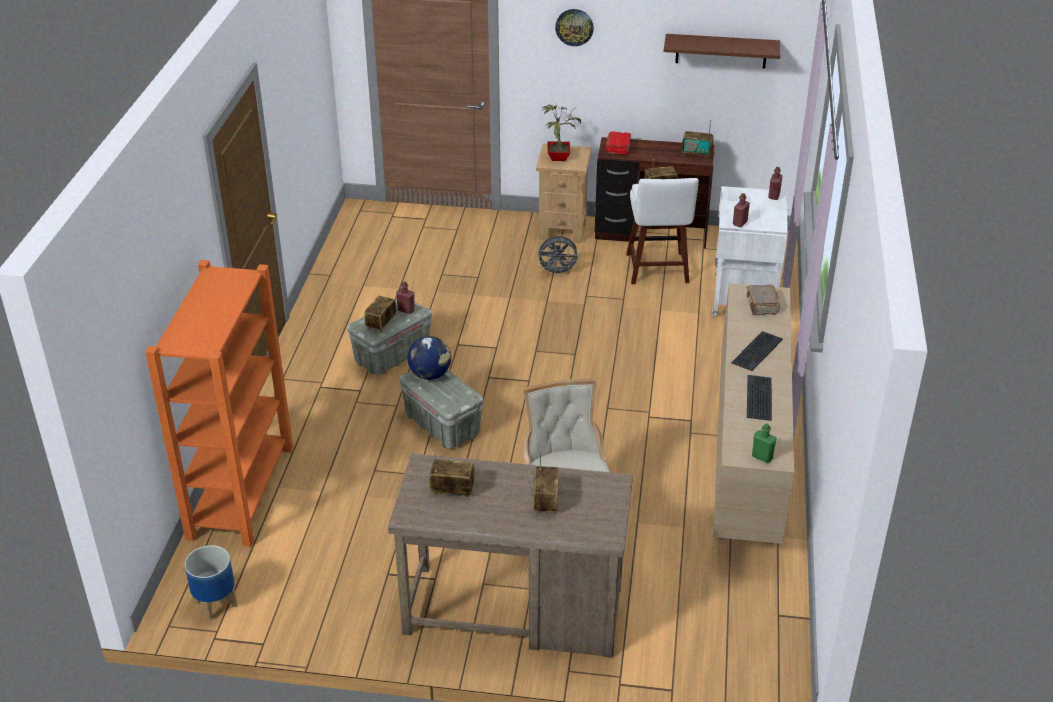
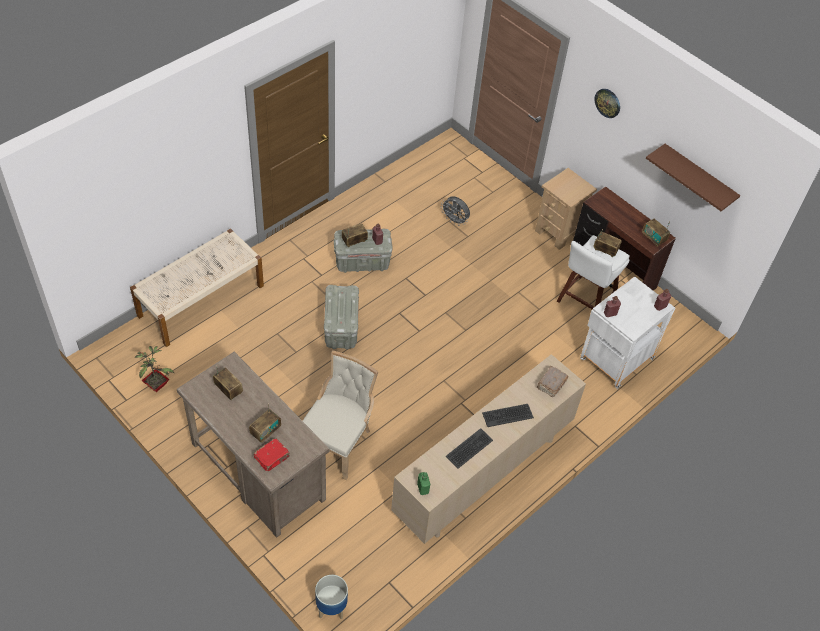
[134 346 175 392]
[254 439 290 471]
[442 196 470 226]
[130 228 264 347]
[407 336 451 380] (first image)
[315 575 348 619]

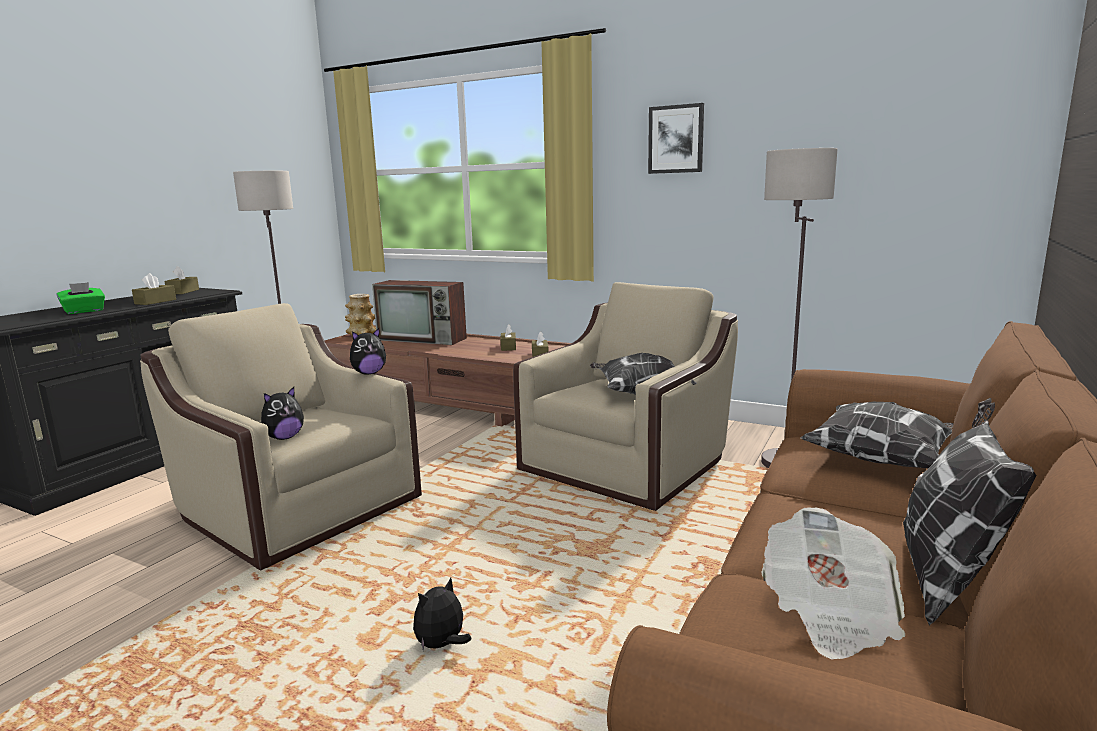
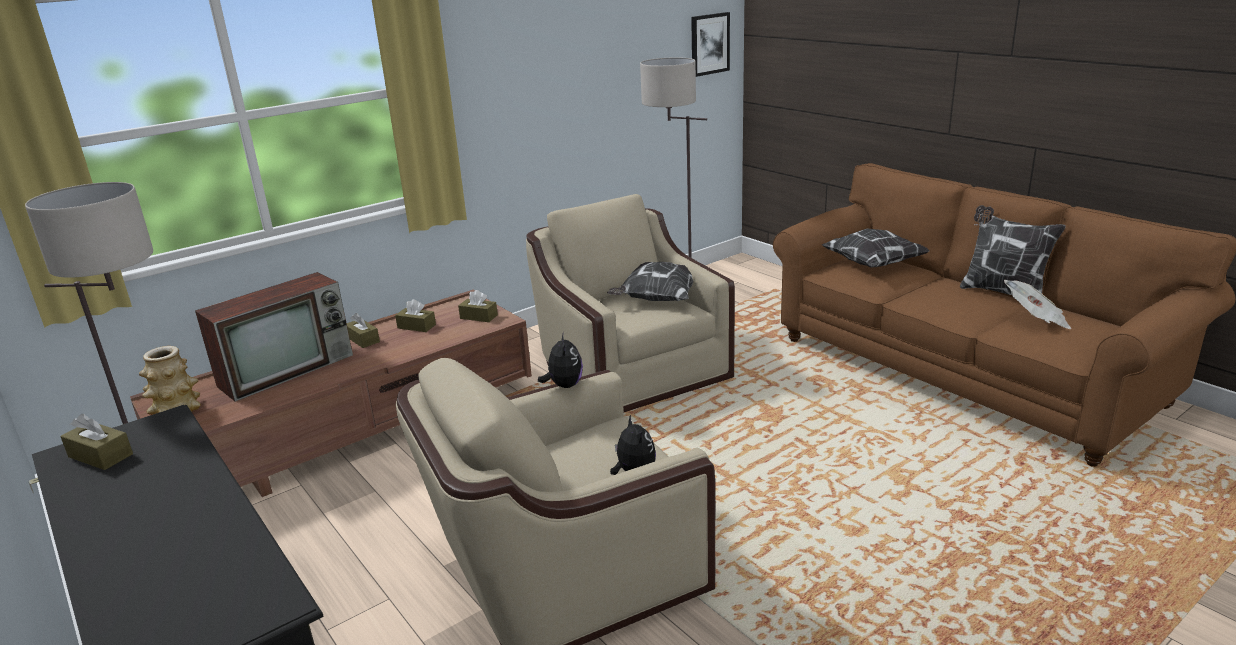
[691 12 730 77]
[347 313 380 348]
[56 282 105 314] (first image)
[413 578 471 651] (first image)

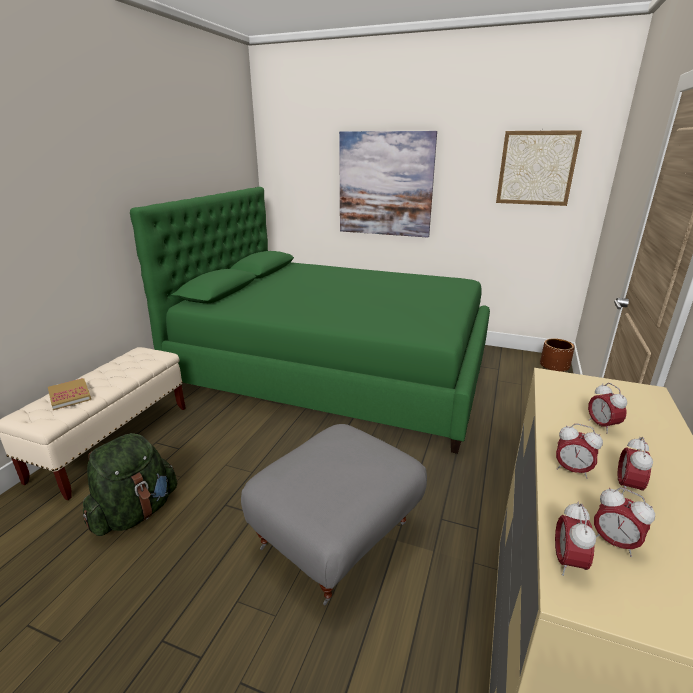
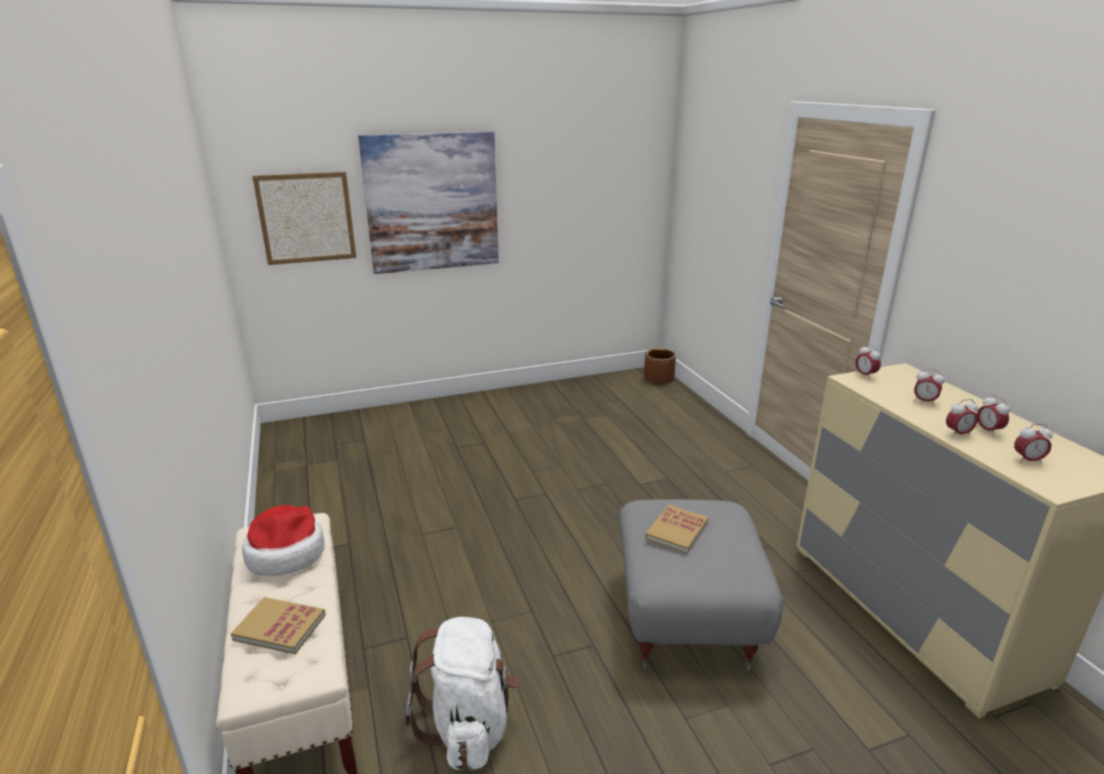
[252 171 356 265]
[130 187 490 454] (first image)
[405 617 519 771]
[855 344 881 379]
[242 505 325 576]
[645 505 708 554]

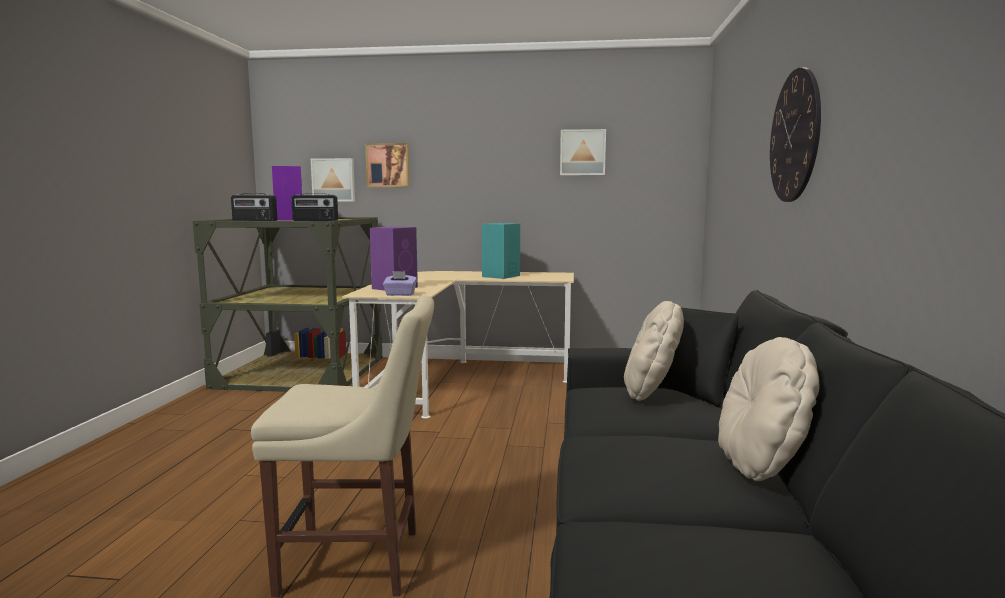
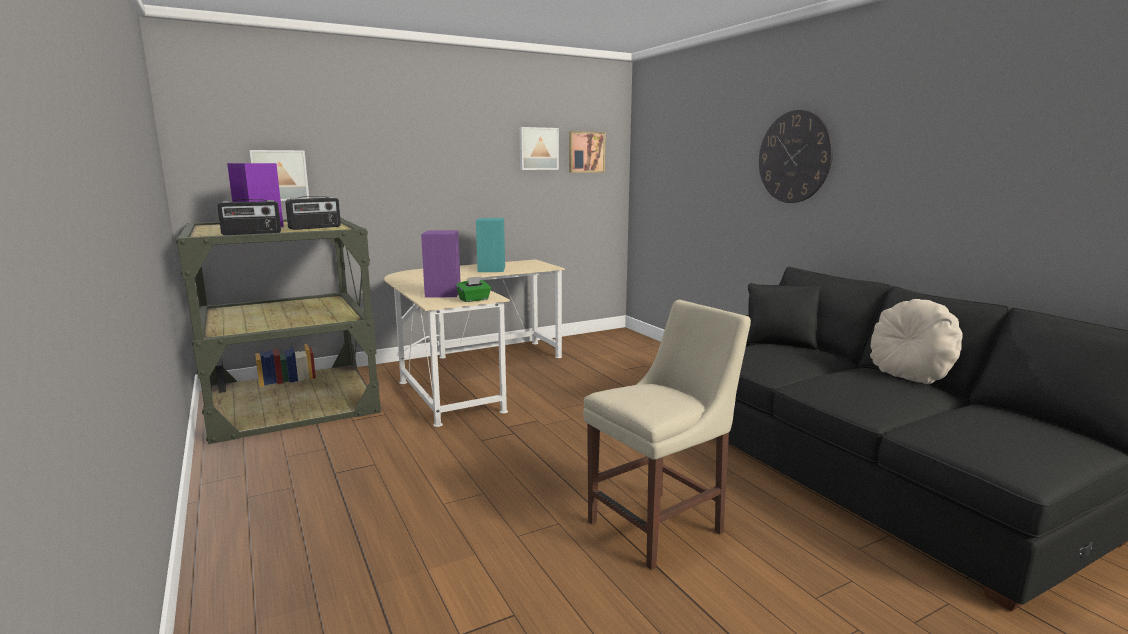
[569 131 605 173]
[456 276 491 302]
[624 301 684 401] (first image)

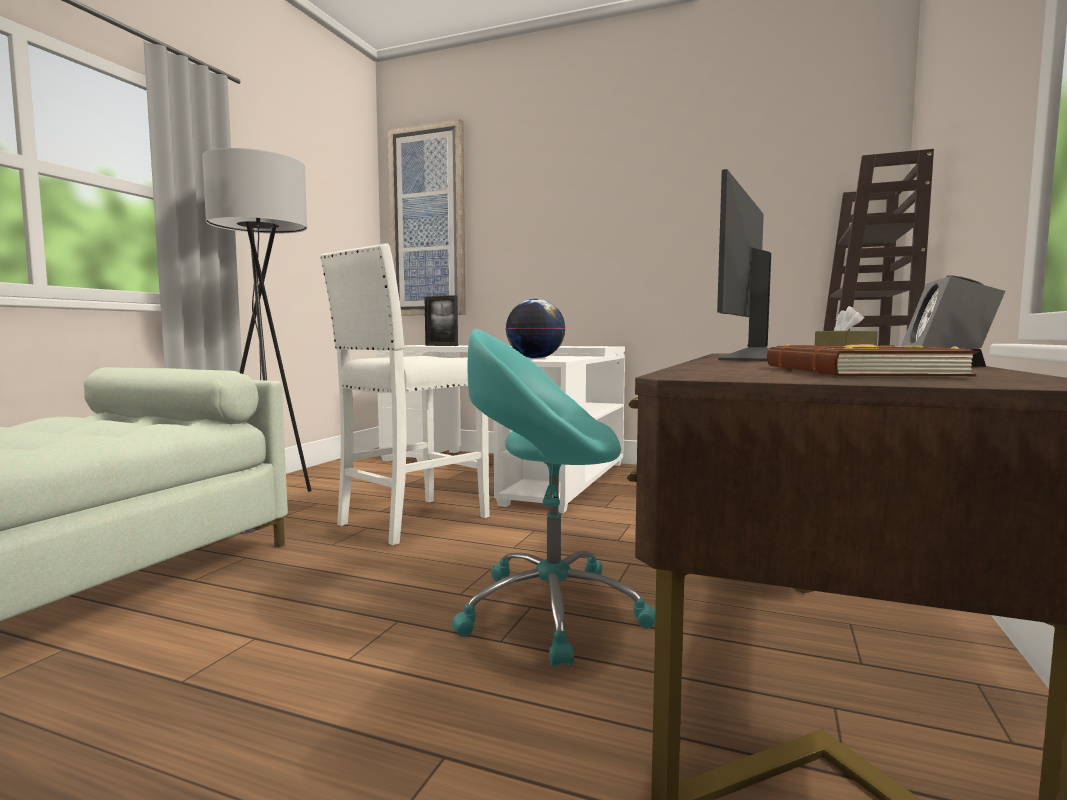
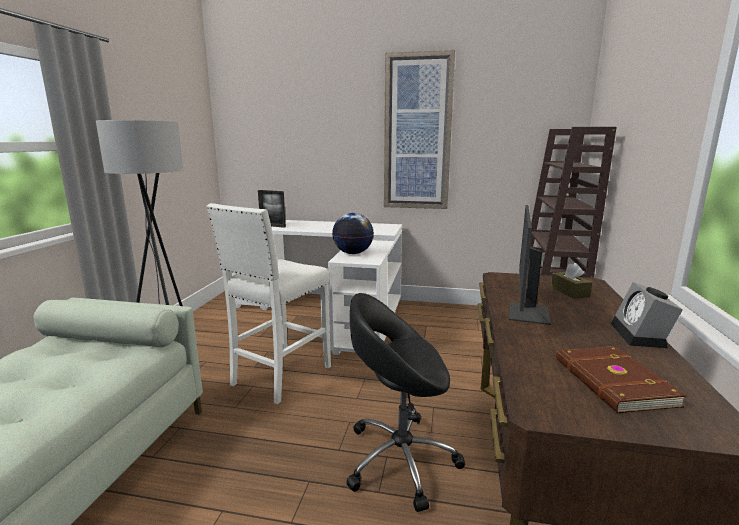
[384 50 455 209]
[347 293 465 512]

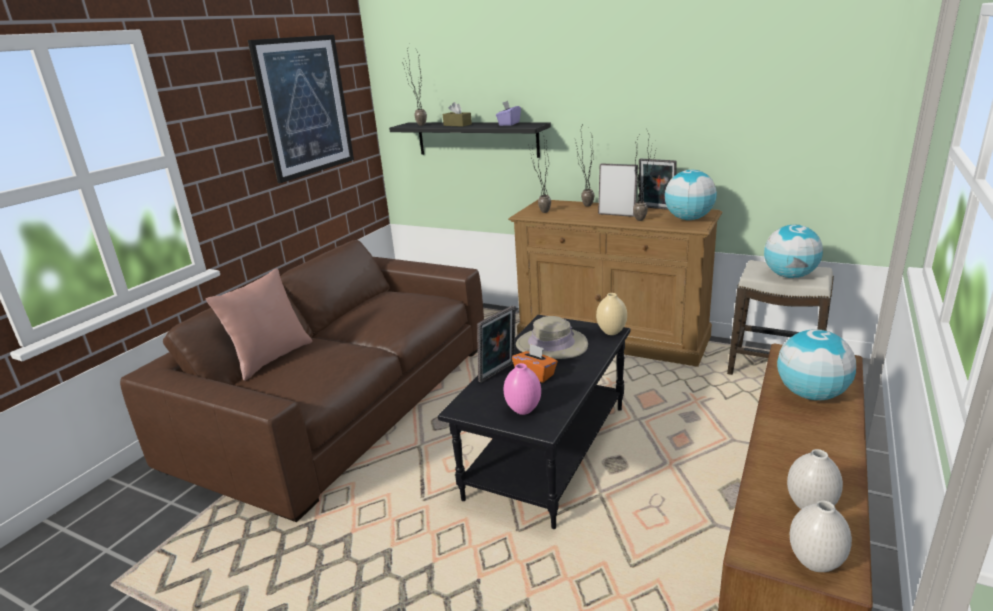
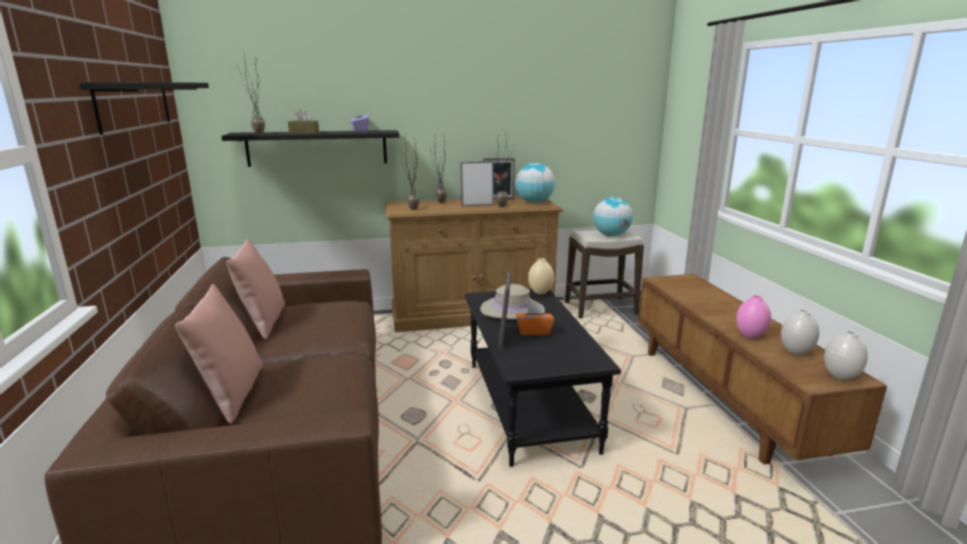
[79 82 209 135]
[777 329 856 400] (first image)
[736 295 771 339]
[226 239 285 339]

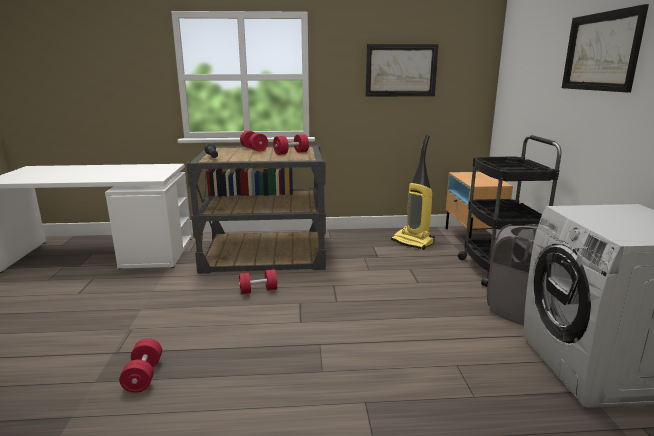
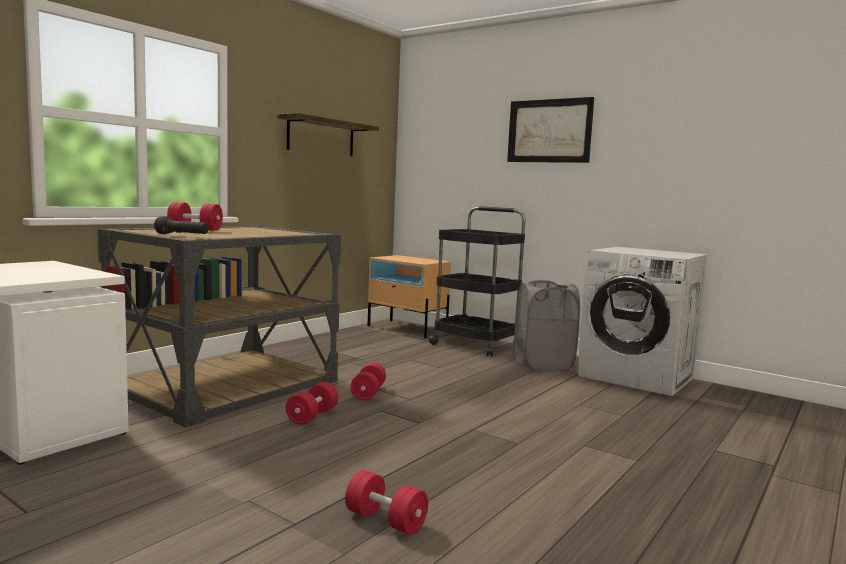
[277 113 379 156]
[350 363 386 401]
[391 135 435 250] (first image)

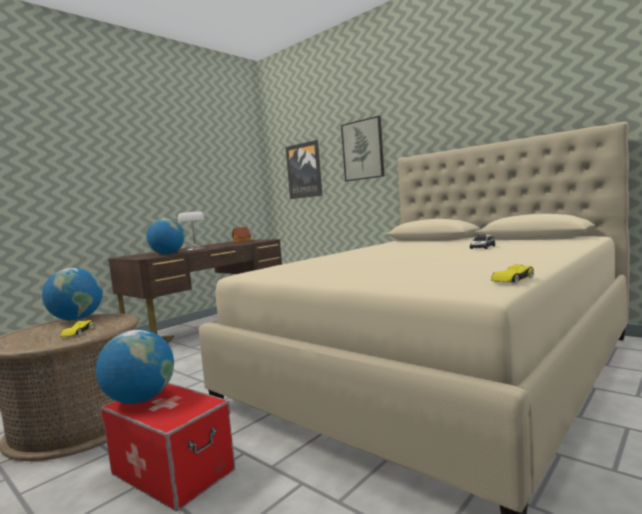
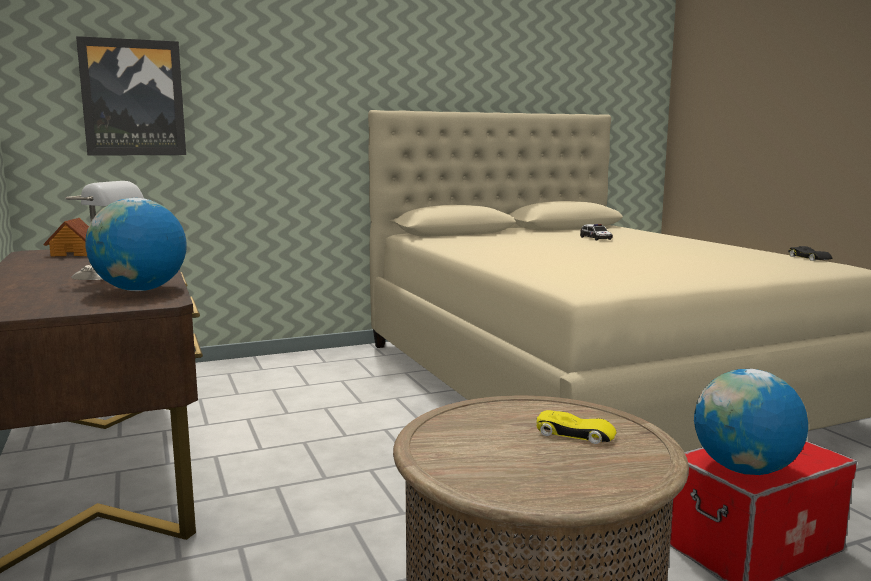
[341 116 384 181] (first image)
[788 246 832 261]
[42 268 103 320] (first image)

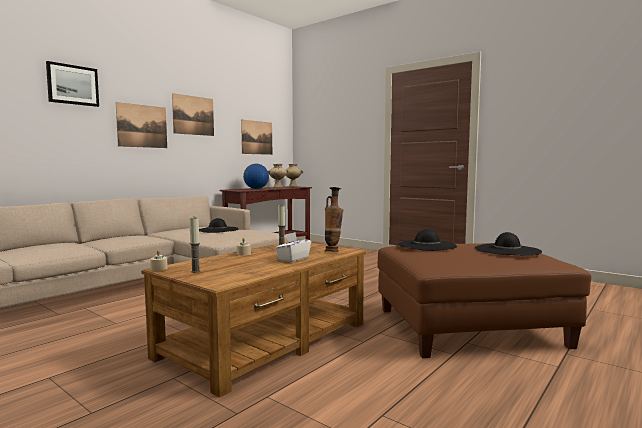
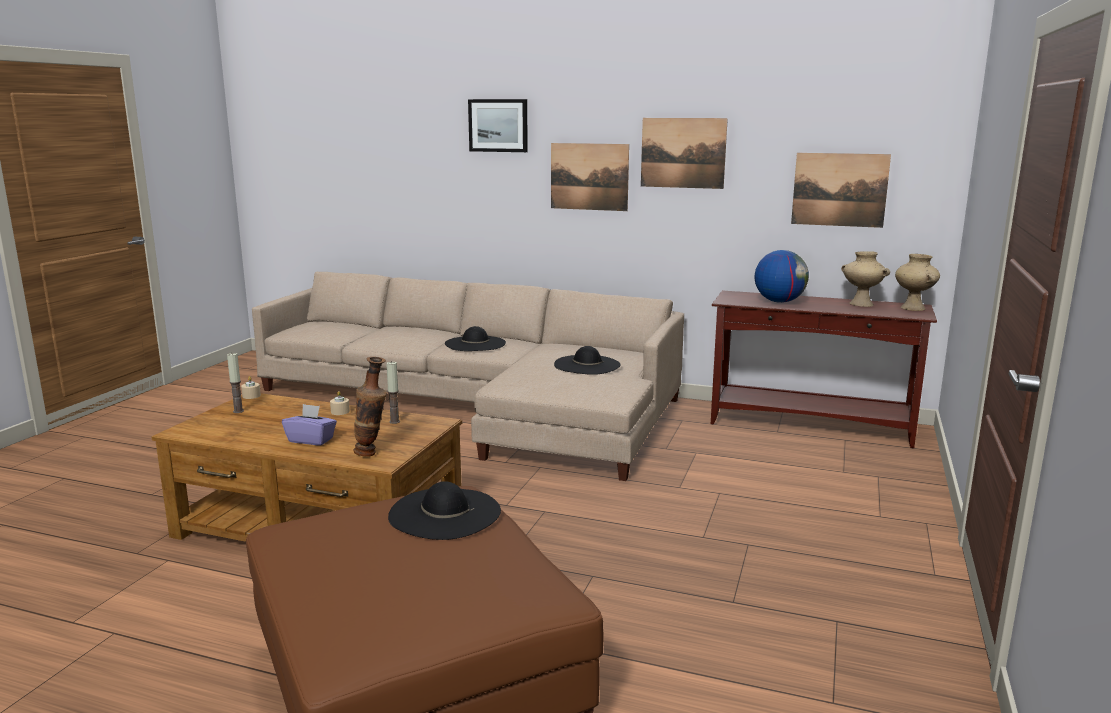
[282 404 337 446]
[445 326 506 351]

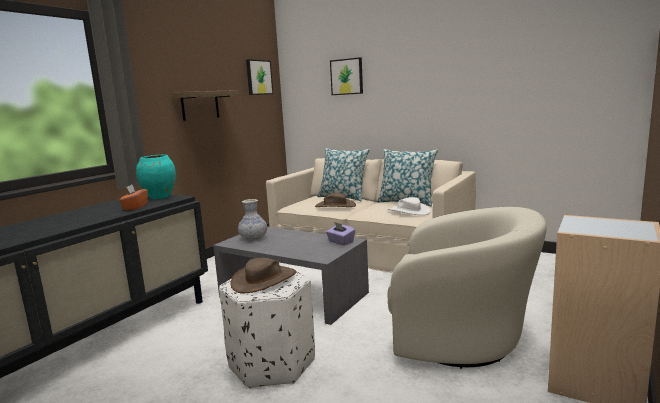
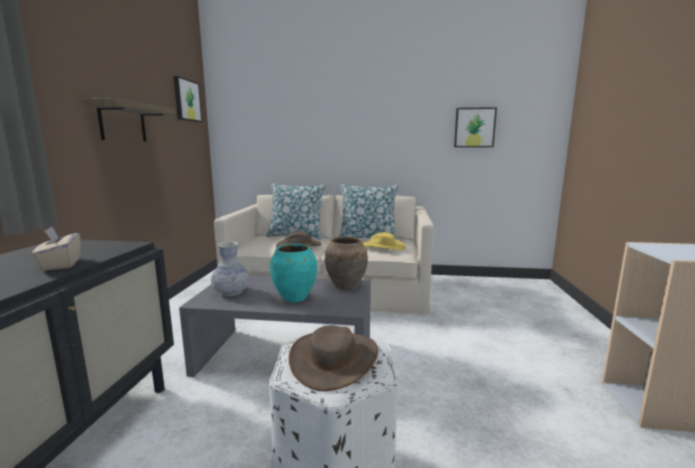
[454 107 497 147]
[270 244 317 303]
[32 227 81 271]
[363 232 406 250]
[388 207 547 369] (first image)
[325 237 368 291]

